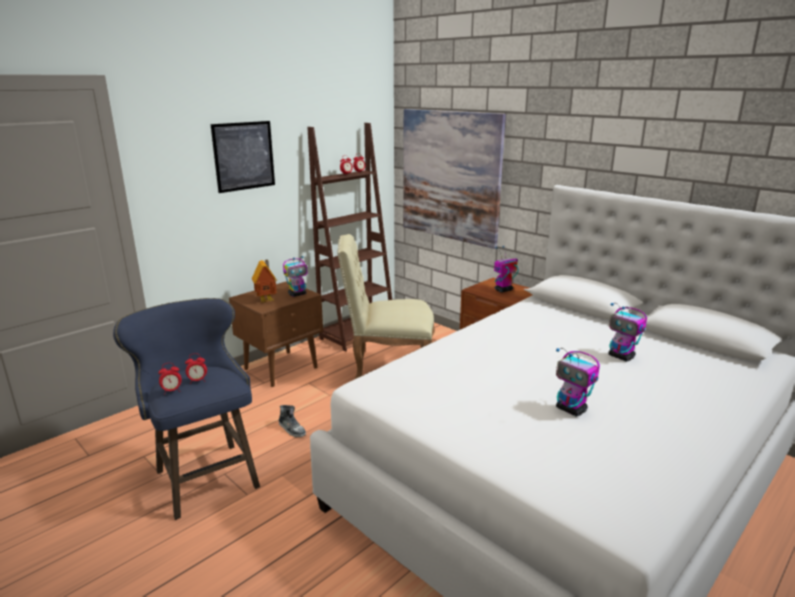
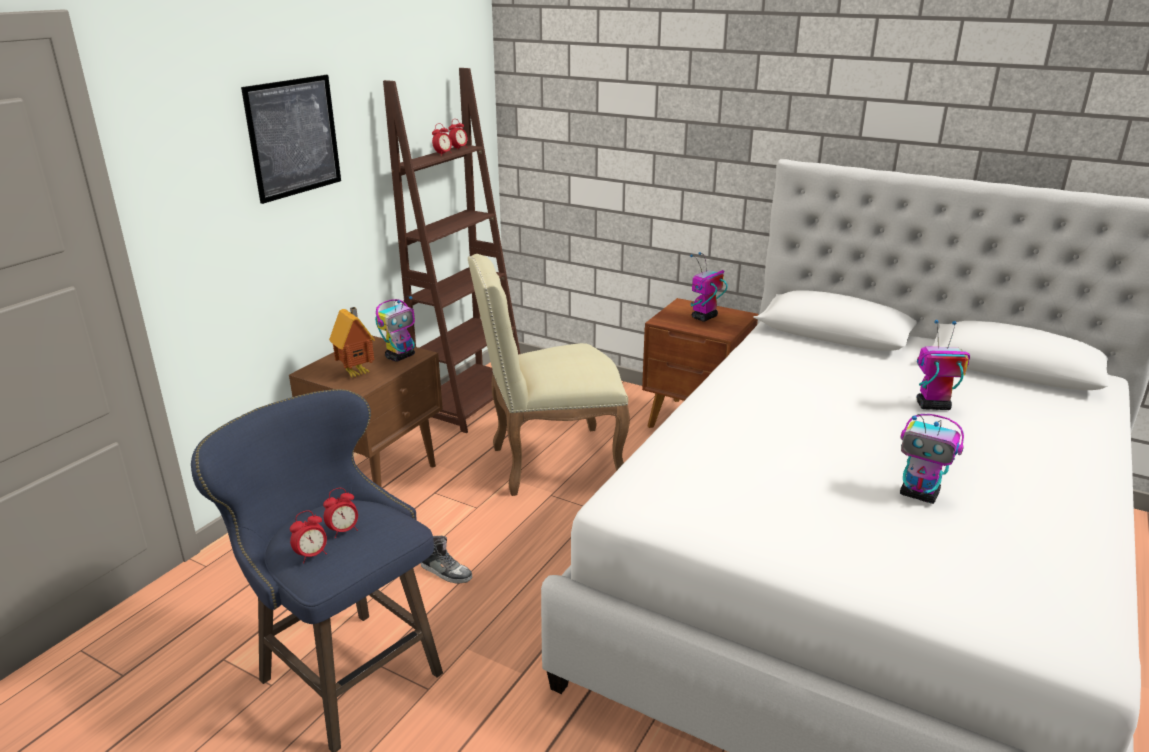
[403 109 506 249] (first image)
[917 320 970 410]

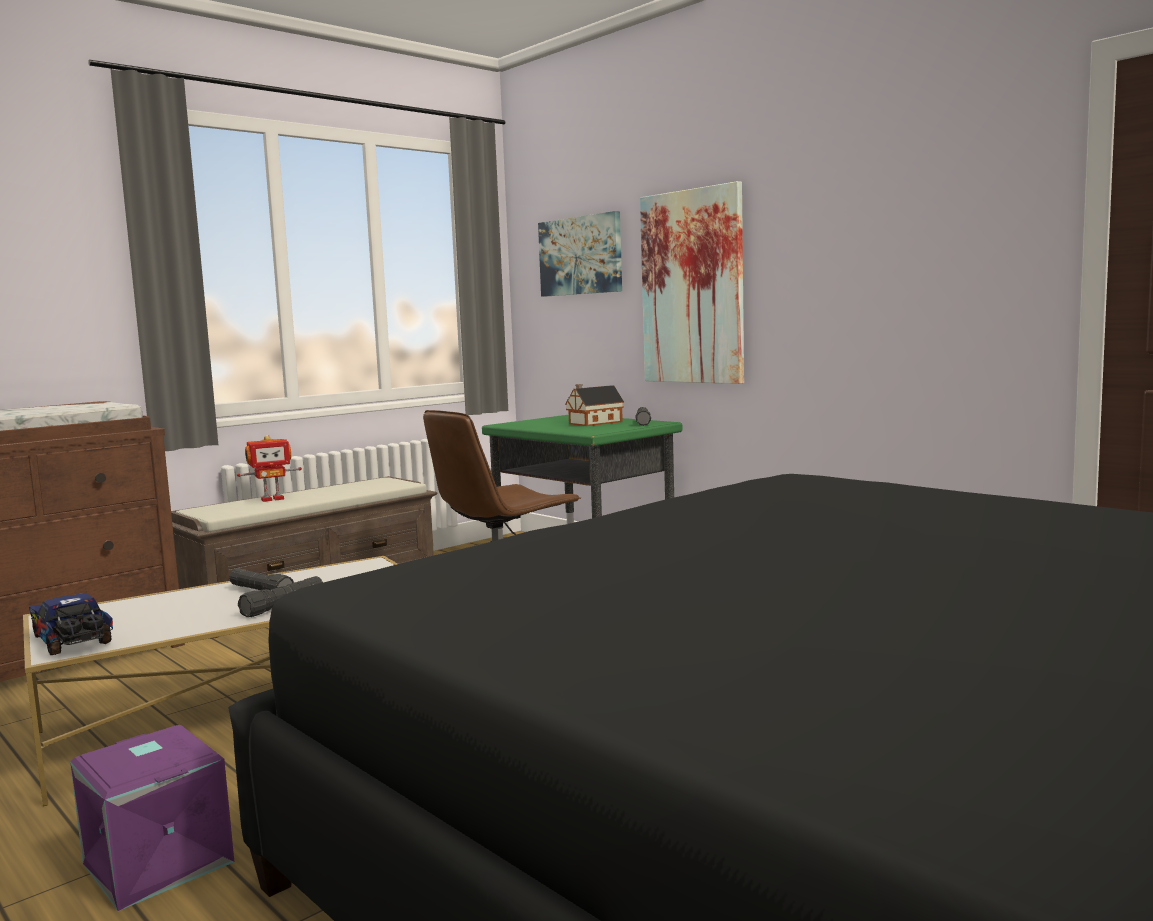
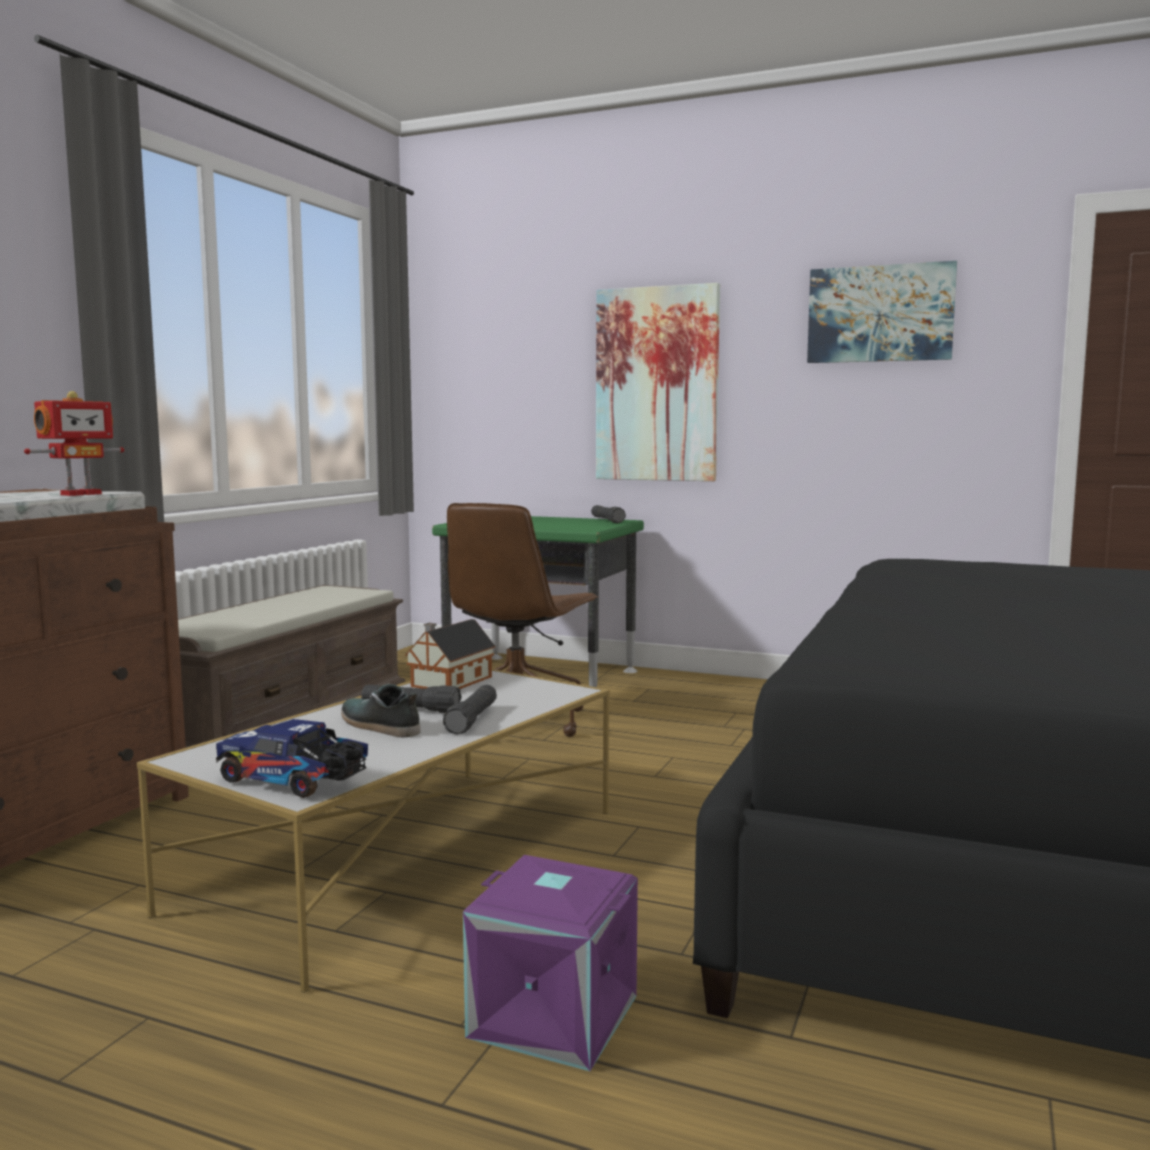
[807 261 957 363]
[405 619 496 689]
[24 391 124 496]
[341 684 421 737]

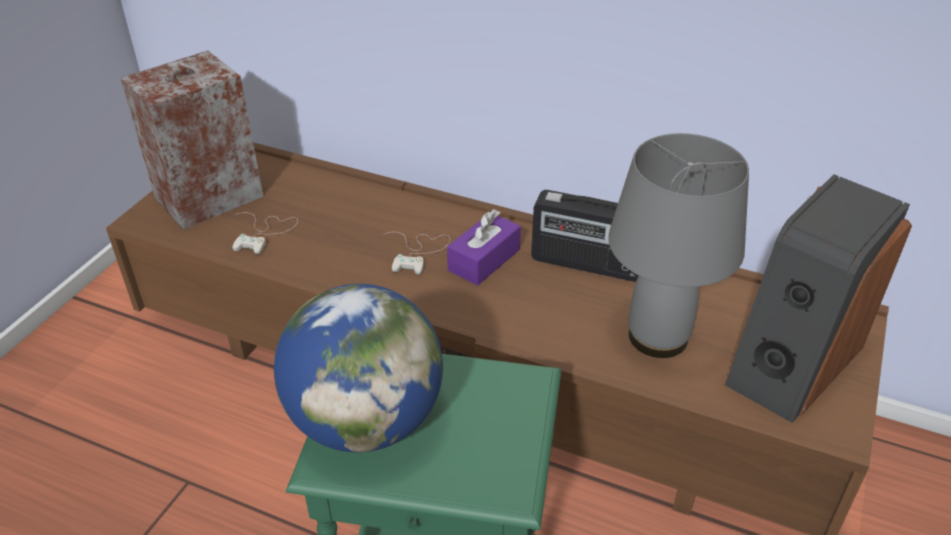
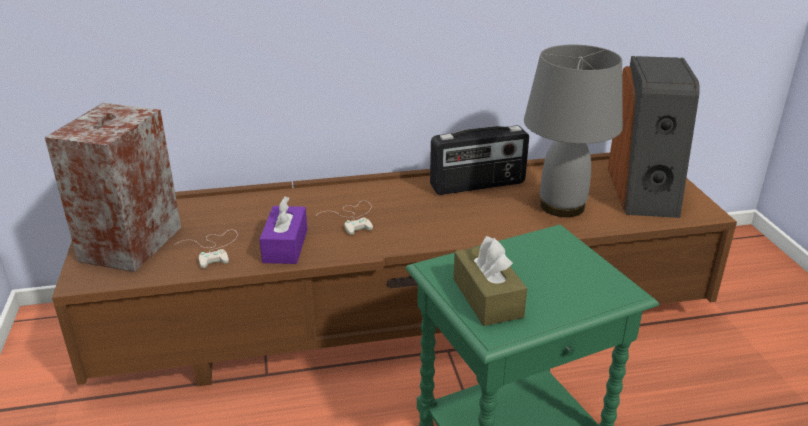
[259 196 307 264]
[454 236 527 326]

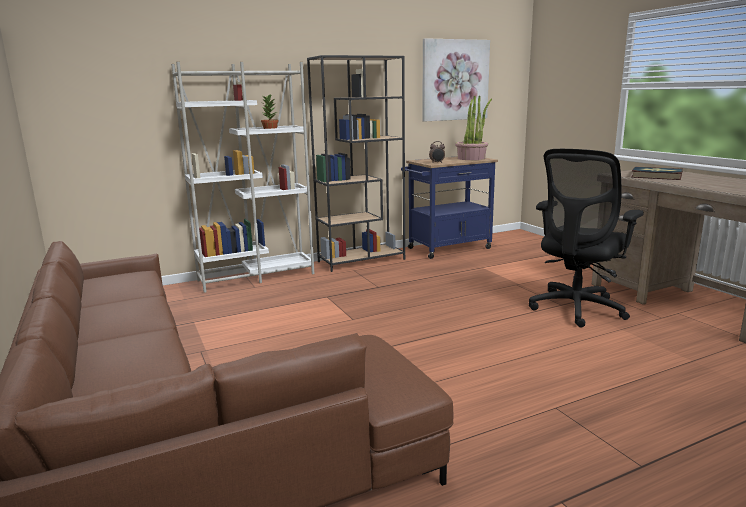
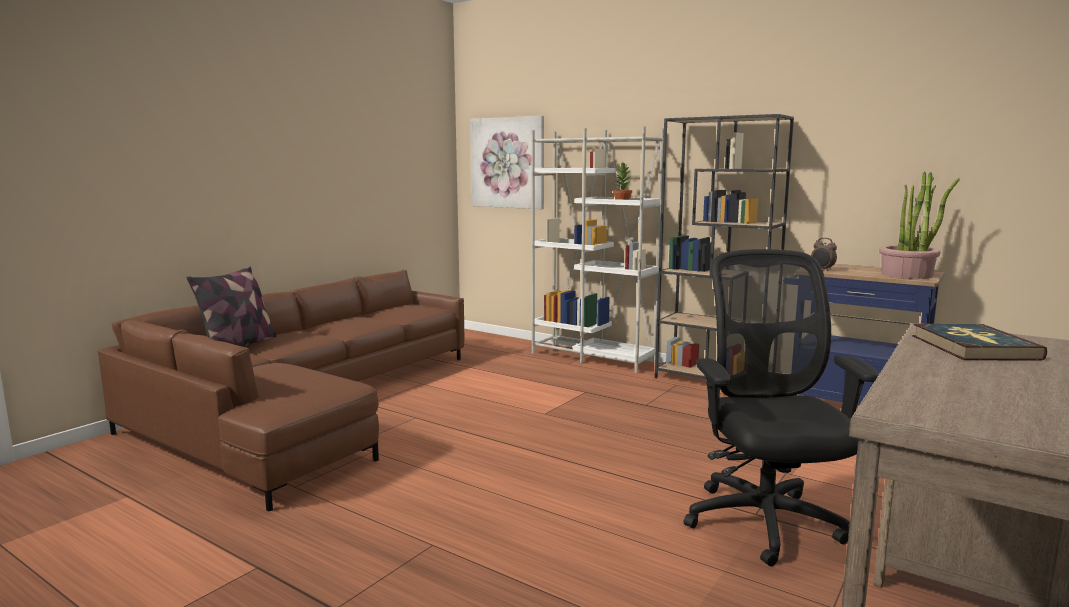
[470 116 544 209]
[684 249 880 566]
[187 267 277 347]

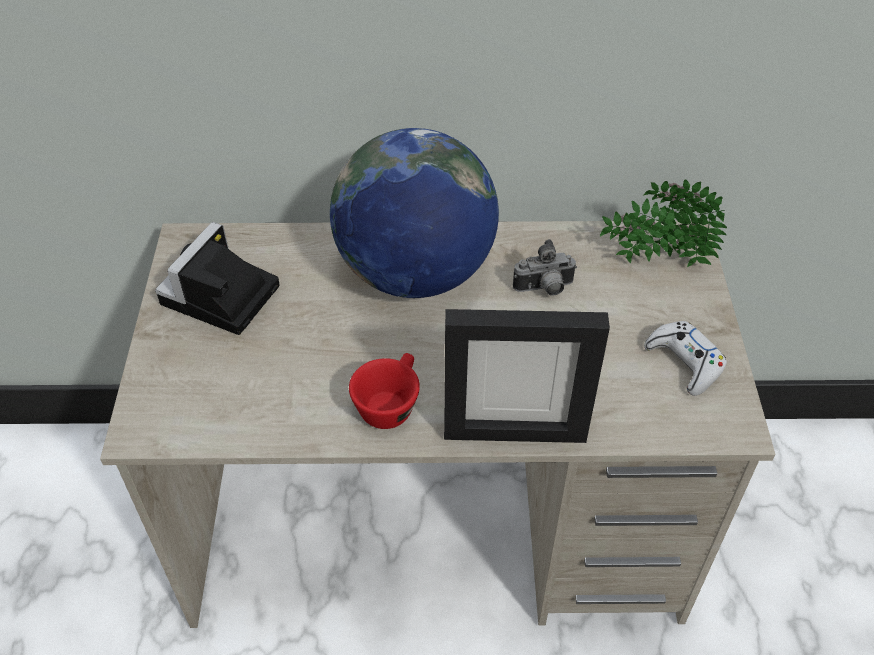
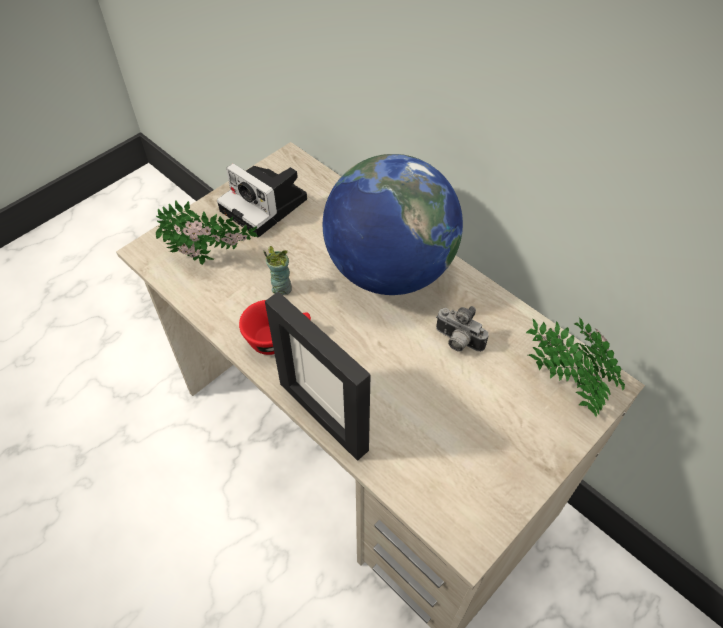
[217 163 307 237]
[644 321 727 396] (first image)
[156 201 258 265]
[263 246 292 295]

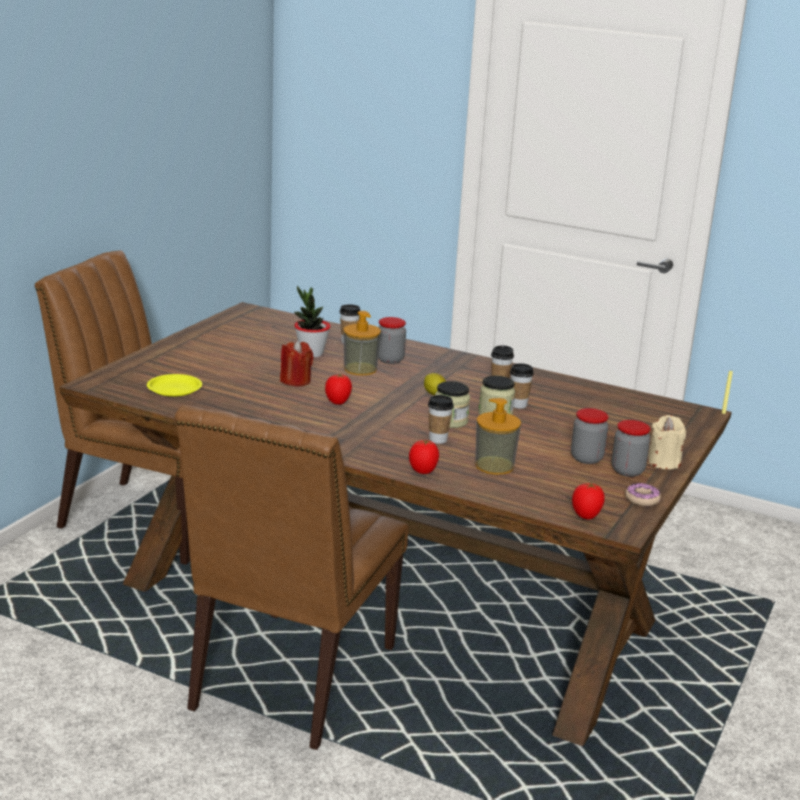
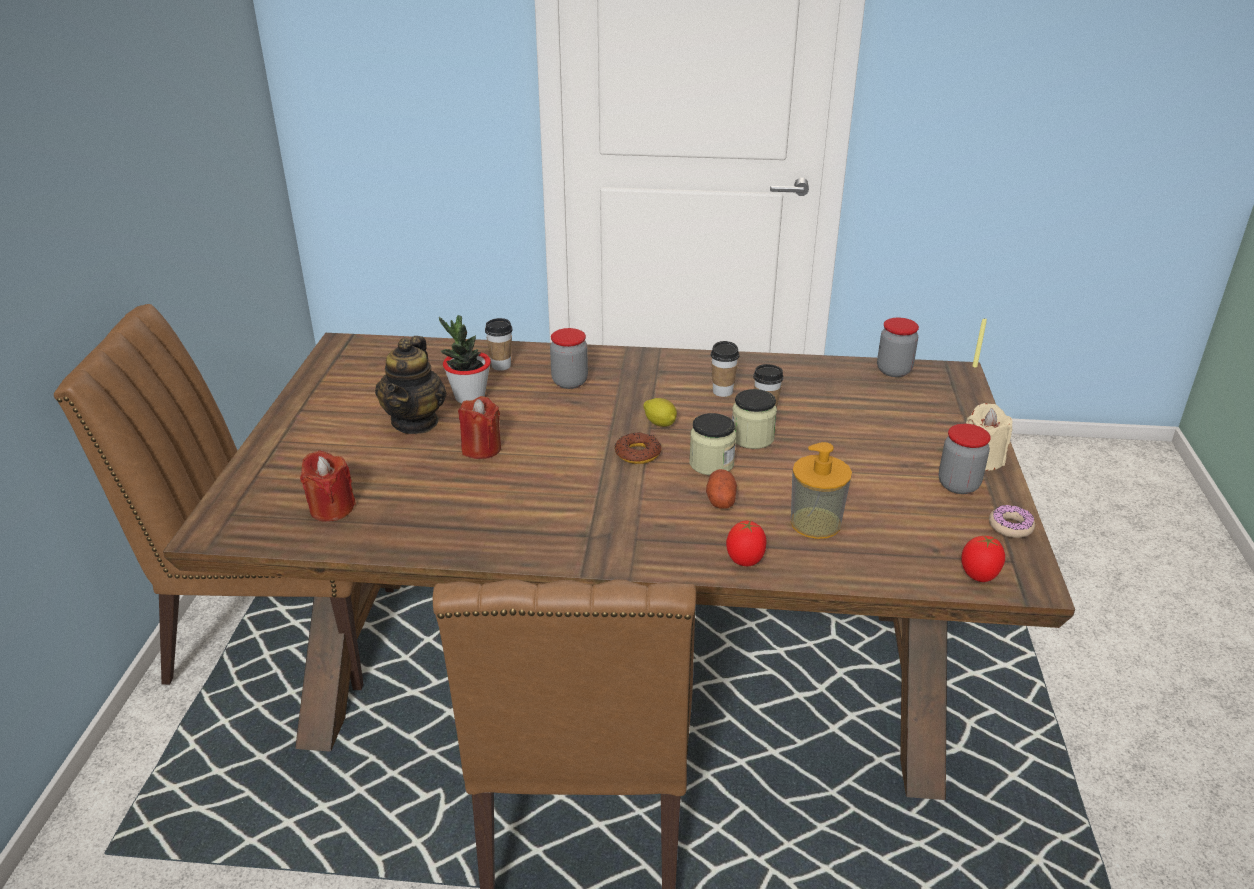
[343 311 381 375] (first image)
[300 450 356 522]
[325 374 352 405] (first image)
[706 469 737 508]
[877 317 919 377]
[375 336 447 434]
[614 432 662 464]

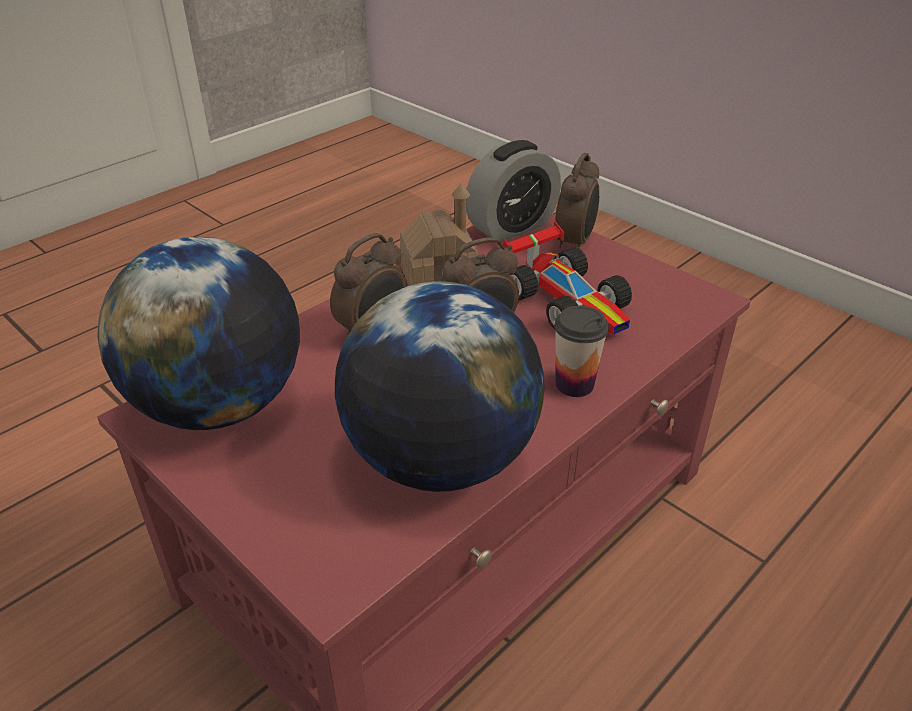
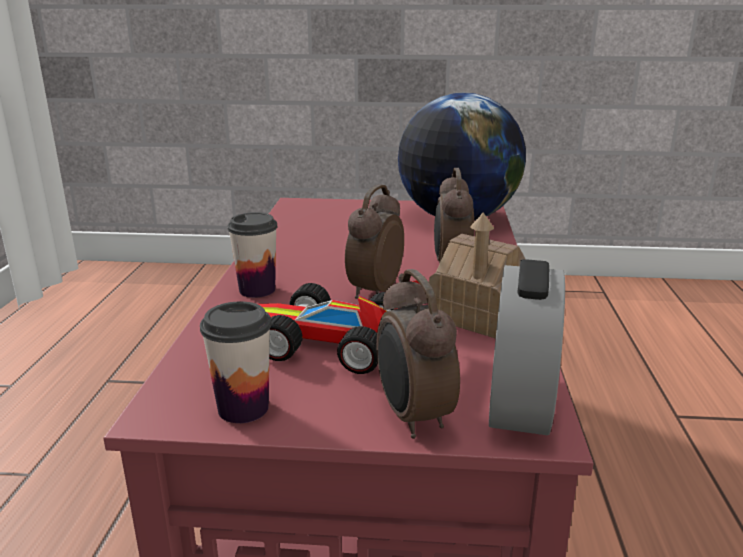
[335 281 544 492] (first image)
[200 301 272 423]

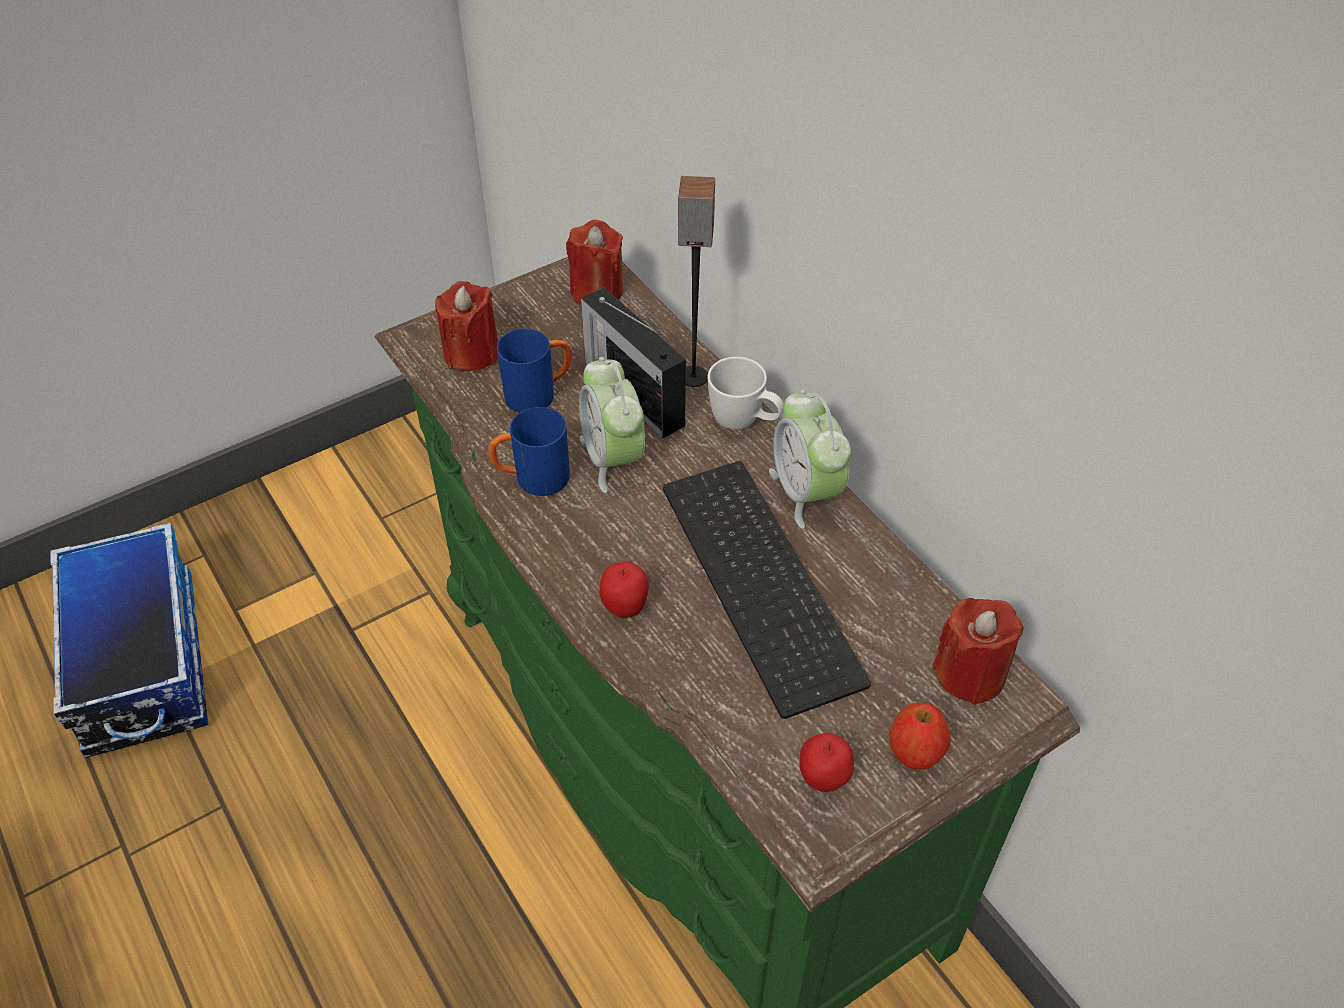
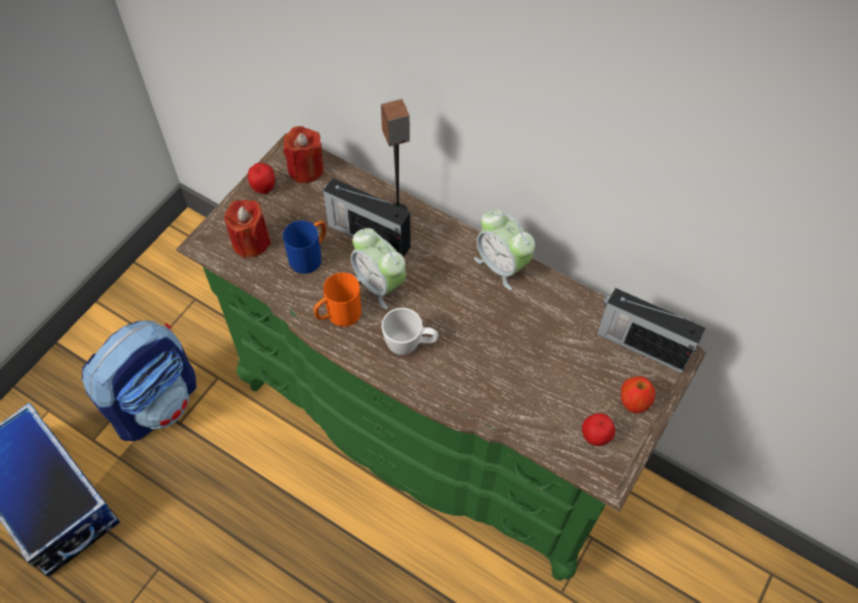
[382 308 438 355]
[313 273 362 326]
[663 461 871 719] (first image)
[248 163 275 194]
[597 288 705 373]
[82 320 196 441]

